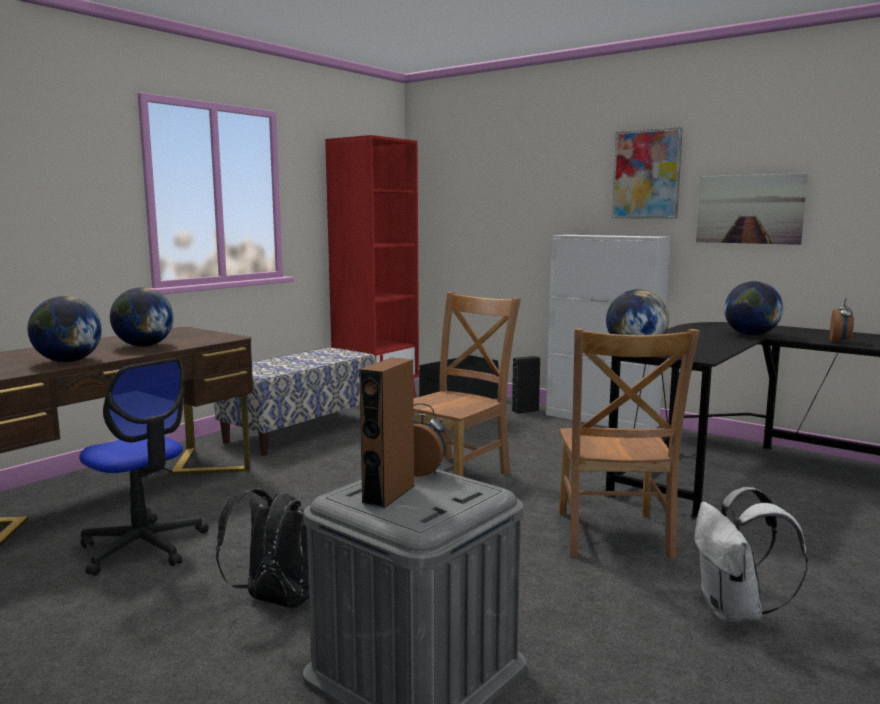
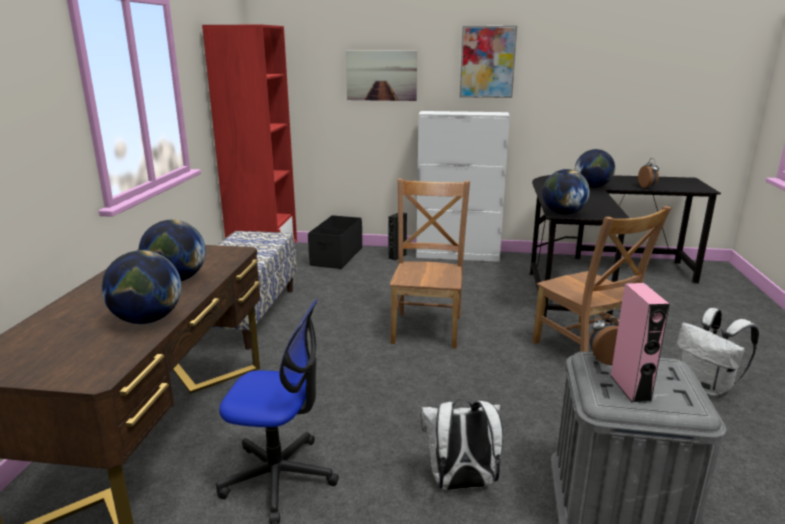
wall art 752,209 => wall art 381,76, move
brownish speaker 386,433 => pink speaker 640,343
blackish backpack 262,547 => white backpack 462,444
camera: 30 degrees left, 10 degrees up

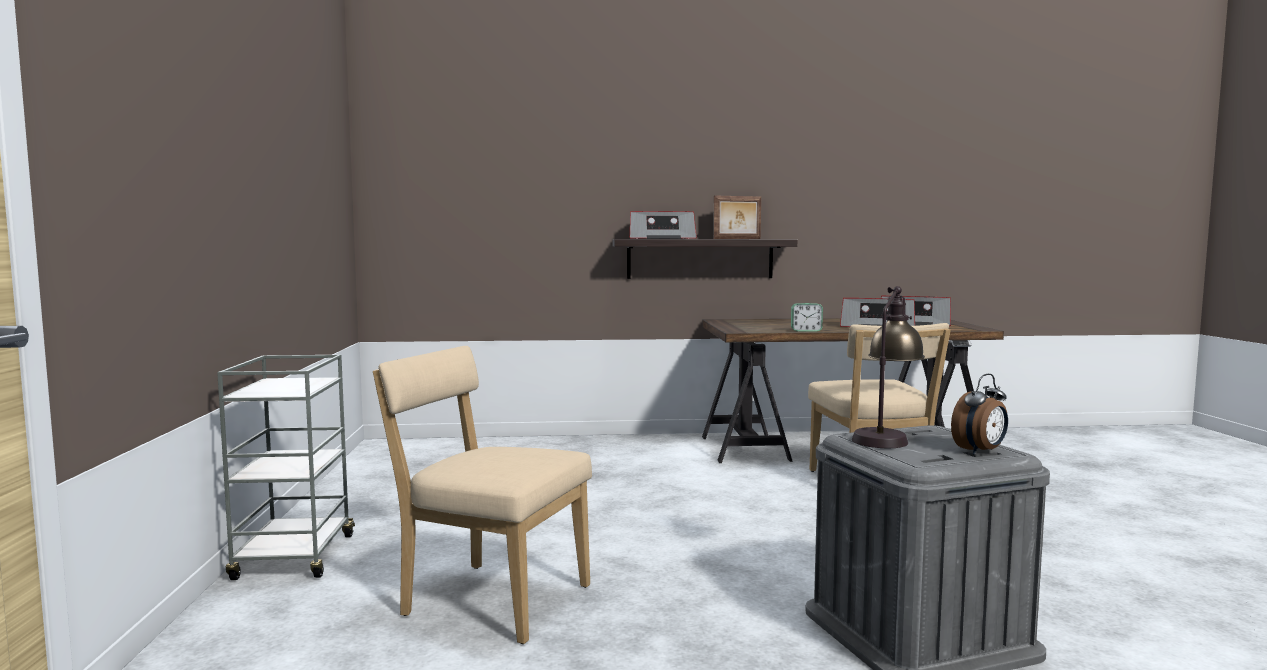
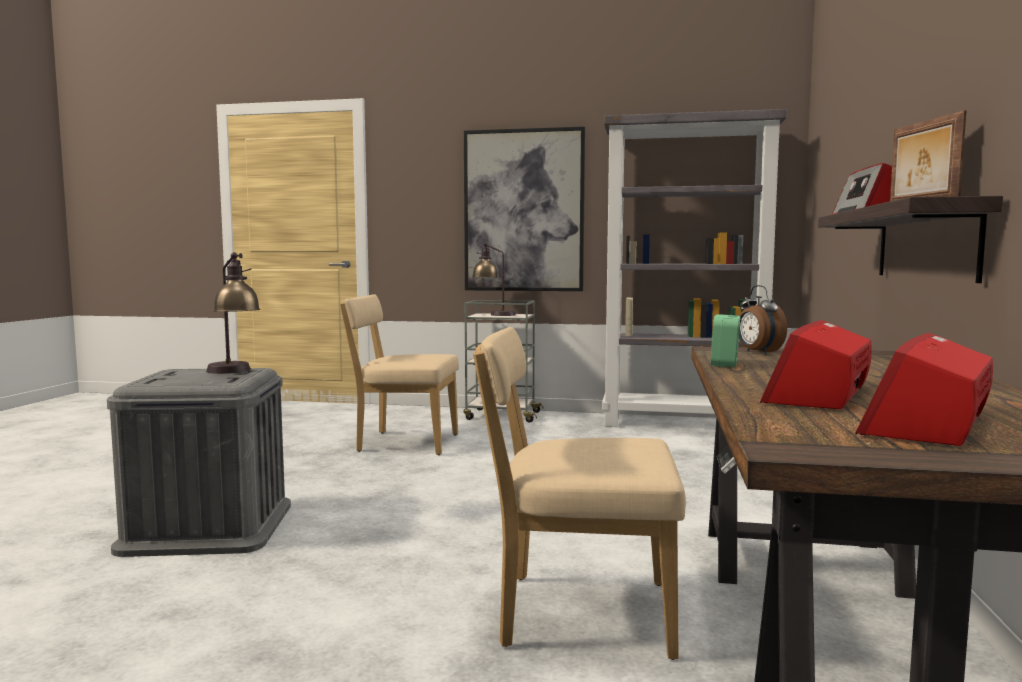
sand-coloured upright chair 482,495 => sand-coloured upright chair 399,374, 120 degrees counterclockwise
alarm clock 979,414 => alarm clock 763,320, move
nothing => grey shelving unit 694,268
nothing => wall art 524,208
nothing => table lamp 494,279
camera: 105 degrees right, 0 degrees up

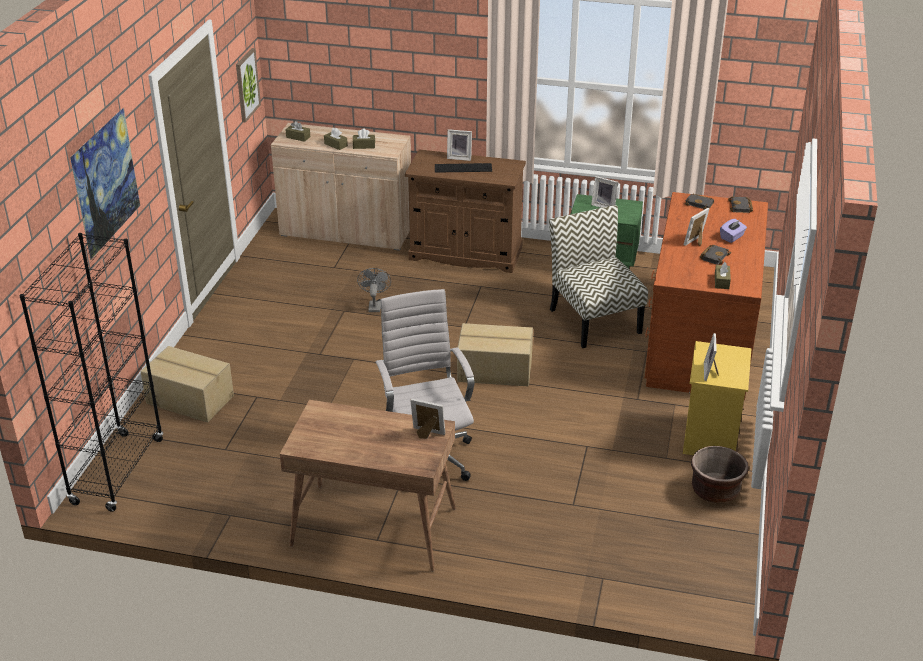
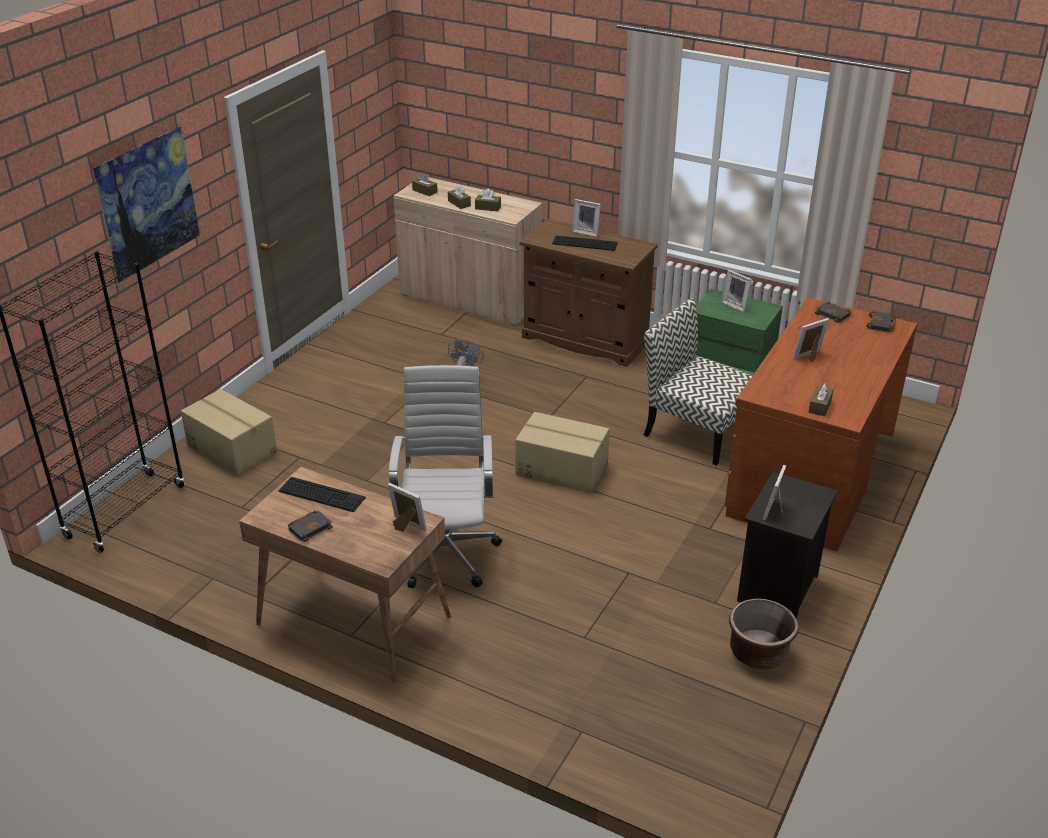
wall art 248,85 => nothing
upright chair 598,276 => upright chair 698,382, 45 degrees counterclockwise
purple tissue holder 733,231 => nothing
blackish bound book 715,255 => blackish bound book 310,526, move
yellow night table 717,398 => blackish night table 787,545
nothing => computer keyboard 321,494
camera: 15 degrees right, 0 degrees up

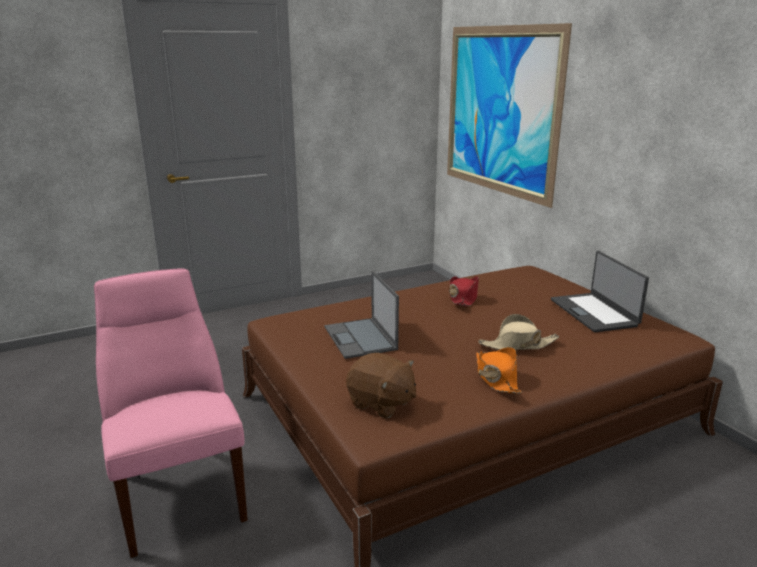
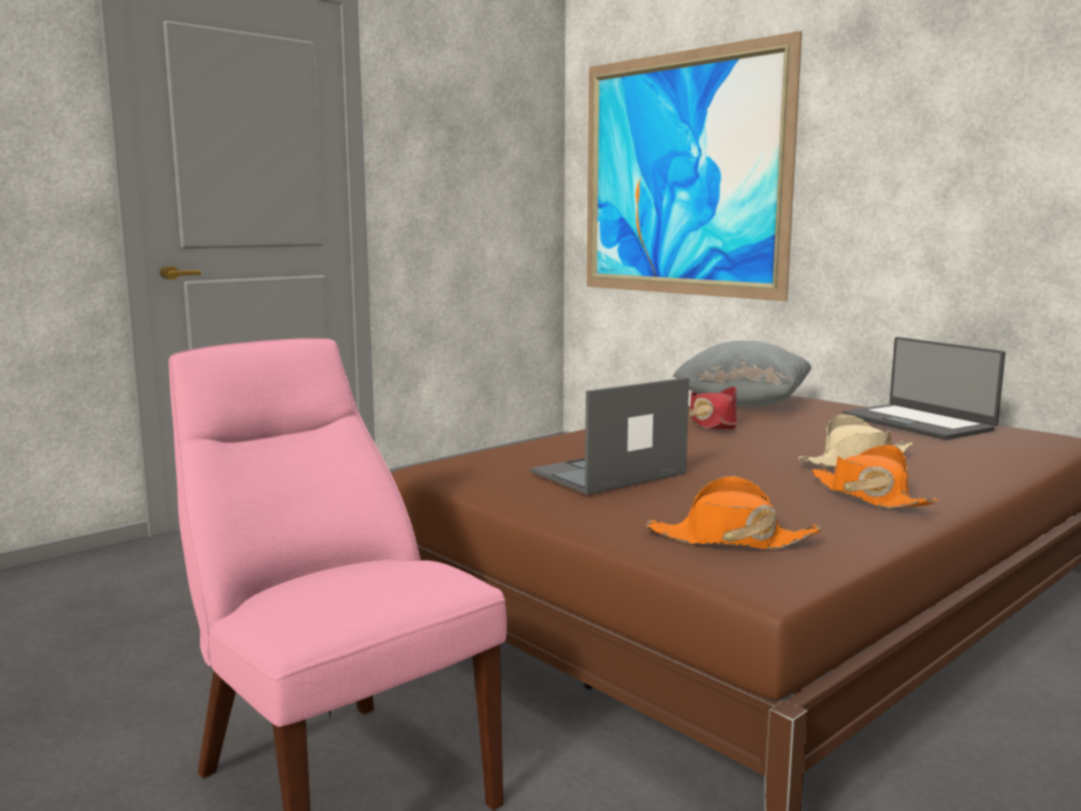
notebook computer 362,315 => notebook computer 610,436, 90 degrees clockwise
brownish soft toy 381,385 => orangey wearable hat 733,512
nothing => grey pillow 742,374
camera: 15 degrees left, 10 degrees down

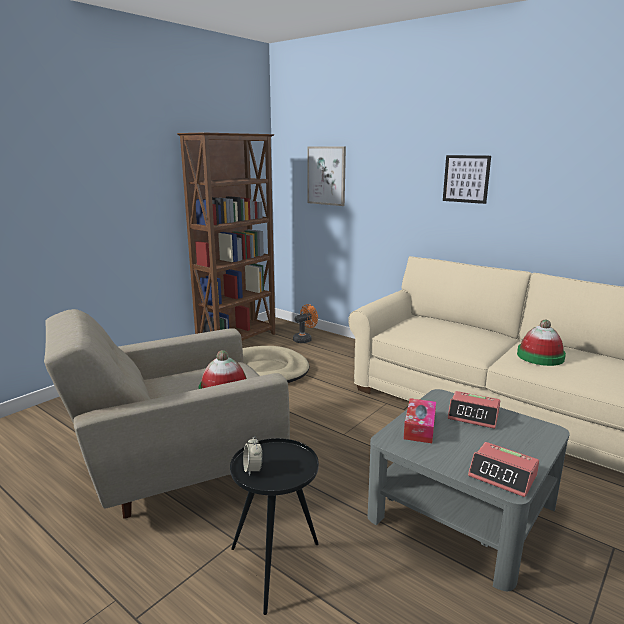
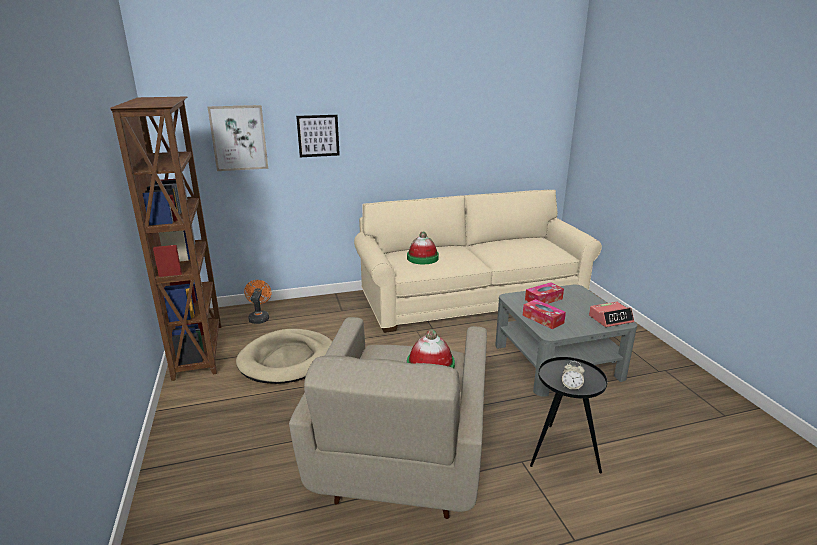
wall art 467,179 => wall art 318,136, move
wearable hat 541,343 => wearable hat 423,248, move
alarm clock 474,410 => tissue holder 544,293
camera: 55 degrees left, 5 degrees up

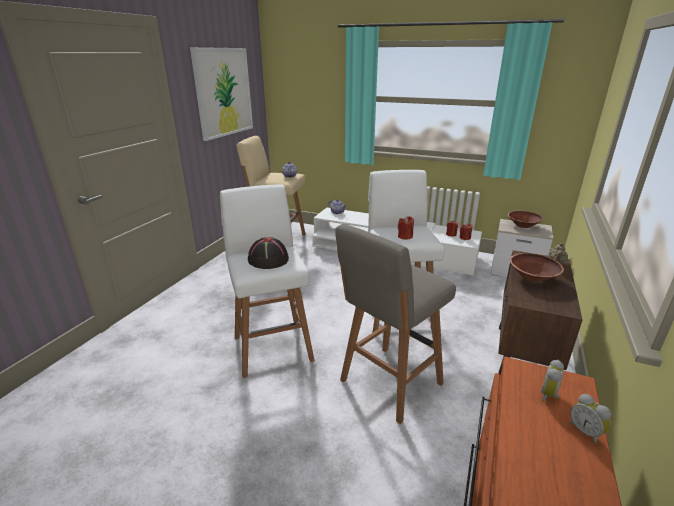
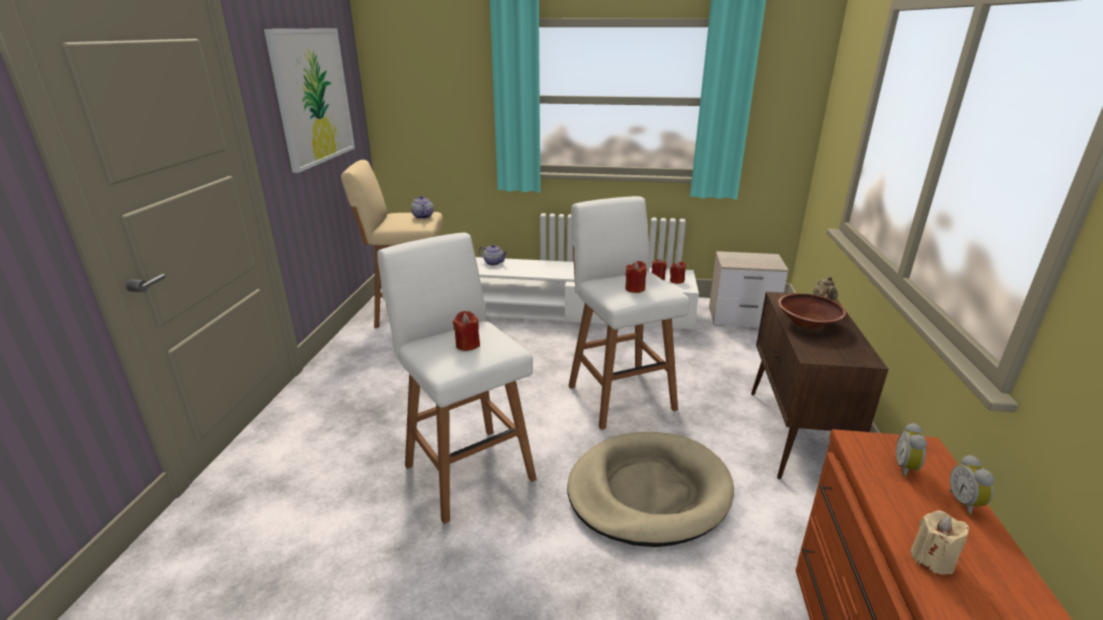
brownish deep dish 526,219 => nothing
grey stool 395,324 => sand-coloured dog bed 650,489
blackish wearable hat 268,253 => reddish candle 466,331
alarm clock 590,419 => alarm clock 971,485, 45 degrees clockwise
nothing => sand-coloured candle 940,542
camera: 15 degrees left, 0 degrees up

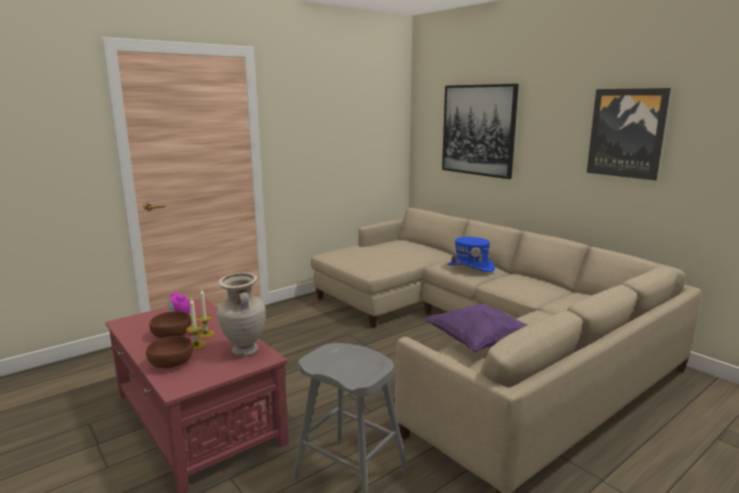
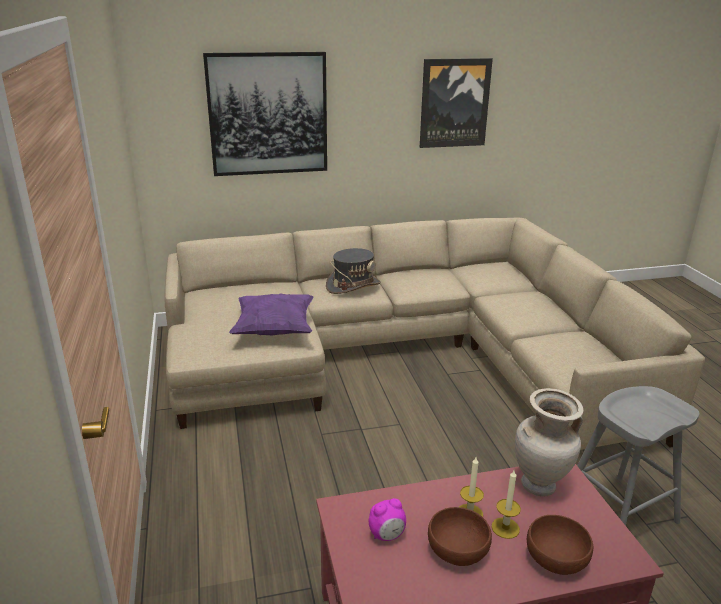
bluish wearable hat 471,254 => grey wearable hat 353,271
purple pillow 476,328 => purple pillow 271,315, move
camera: 65 degrees left, 10 degrees up

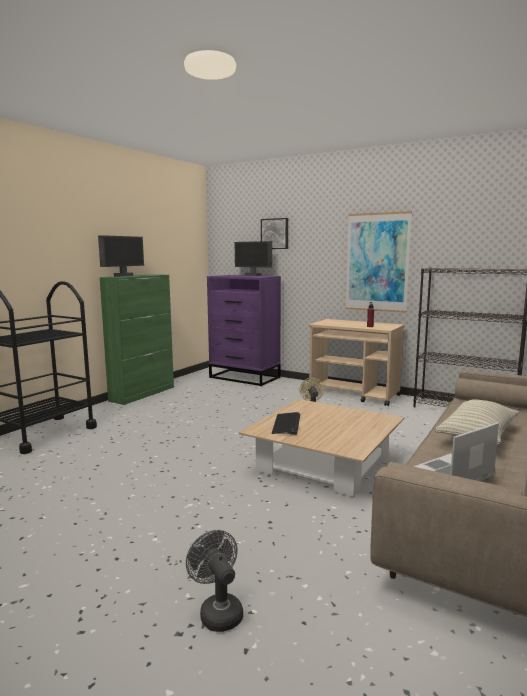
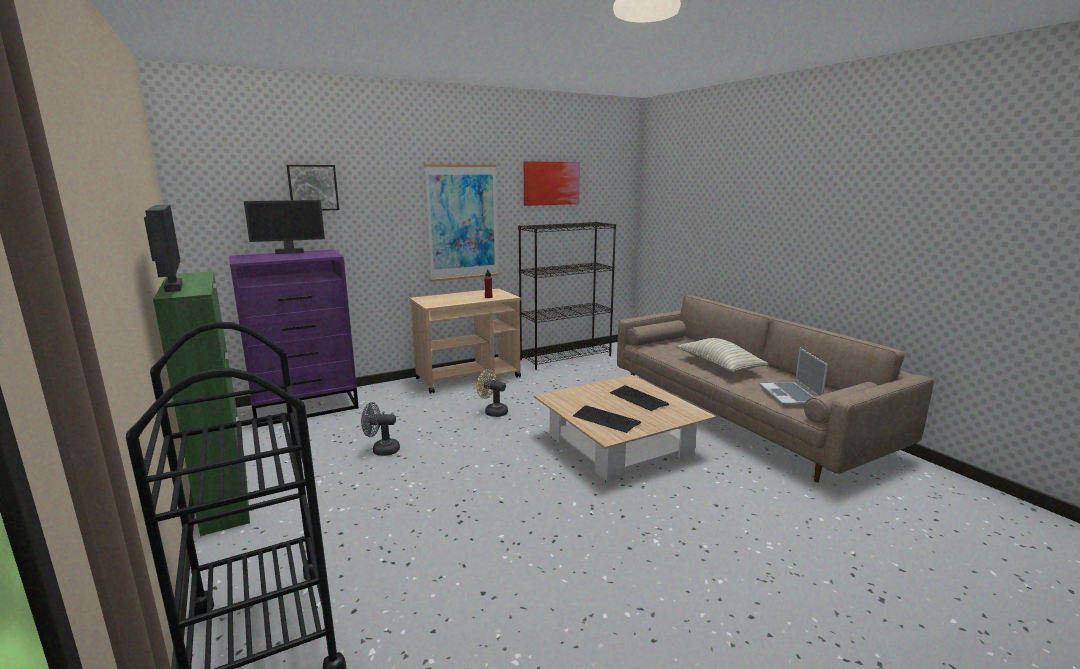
grey cooling fan 214,581 => grey cooling fan 380,429, move
nothing => wall art 552,183
nothing => computer keyboard 639,398
camera: 60 degrees left, 5 degrees up

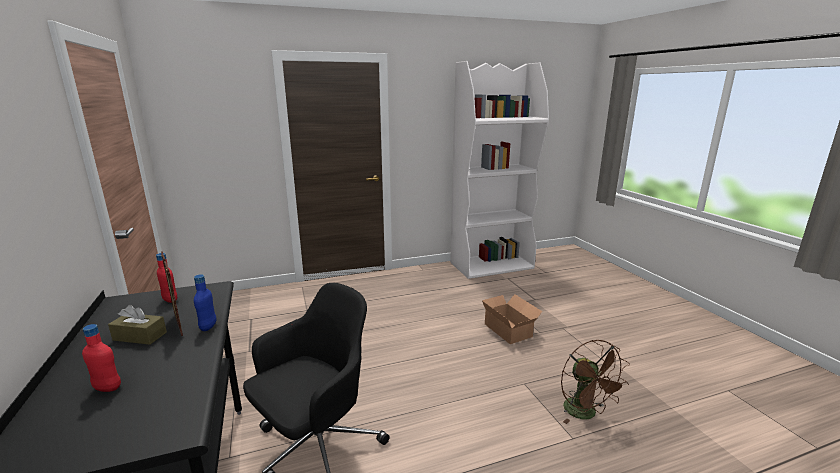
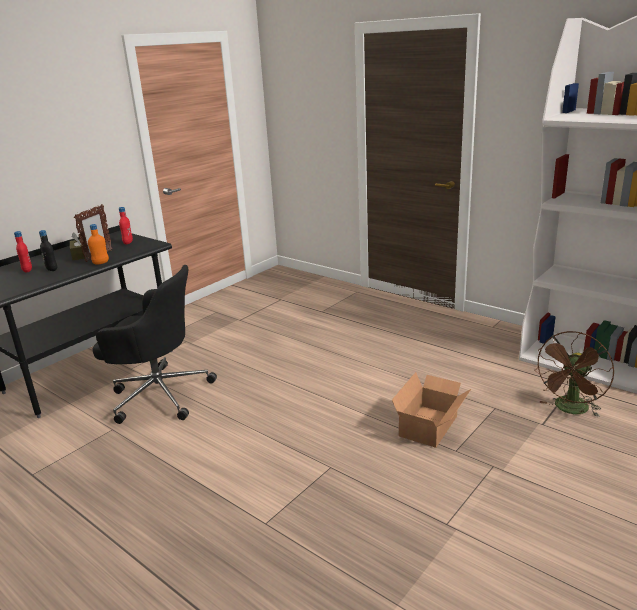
bluish drink bottle 205,302 => orangey drink bottle 98,244
brownish cooling fan 595,382 => brownish cooling fan 574,374, move
nothing => blackish drink bottle 48,250
camera: 60 degrees right, 5 degrees up

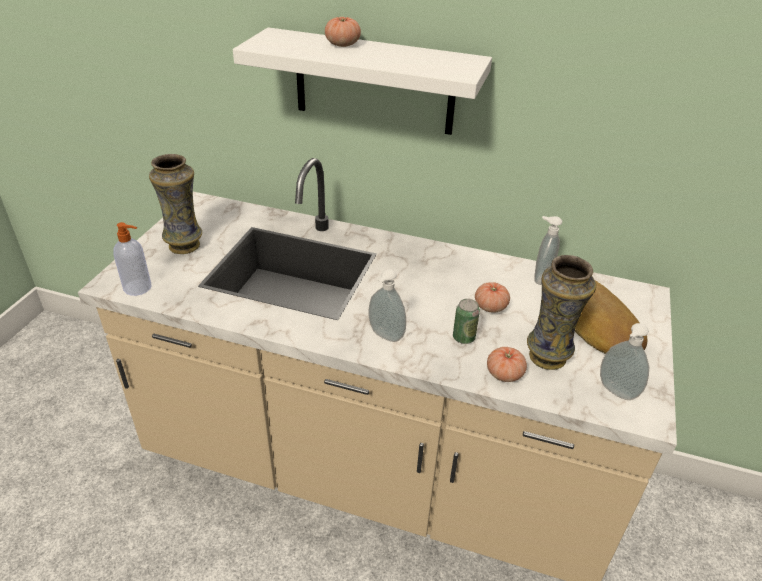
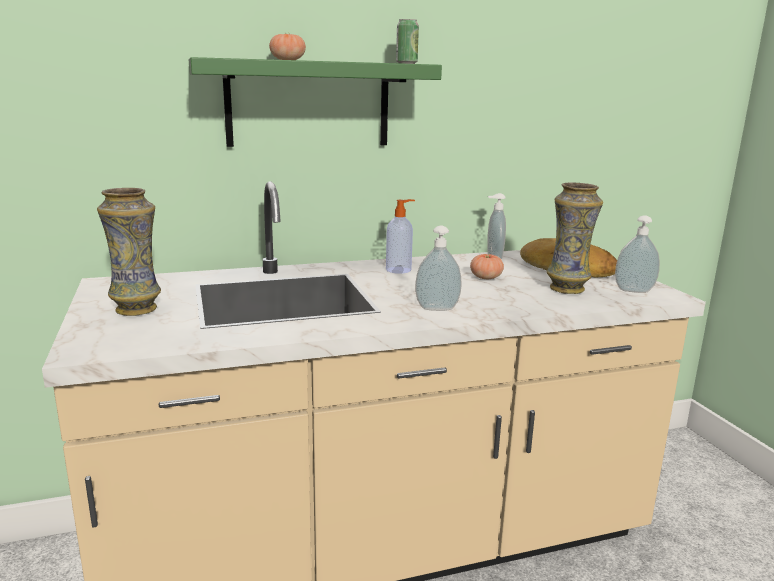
white bracket shelf 362,81 => greenish bracket shelf 315,102
liquid soap bottle 132,259 => liquid soap bottle 400,236, move
metal can 466,321 => metal can 407,41, move
whole tomato 507,364 => nothing
camera: 35 degrees left, 20 degrees down

